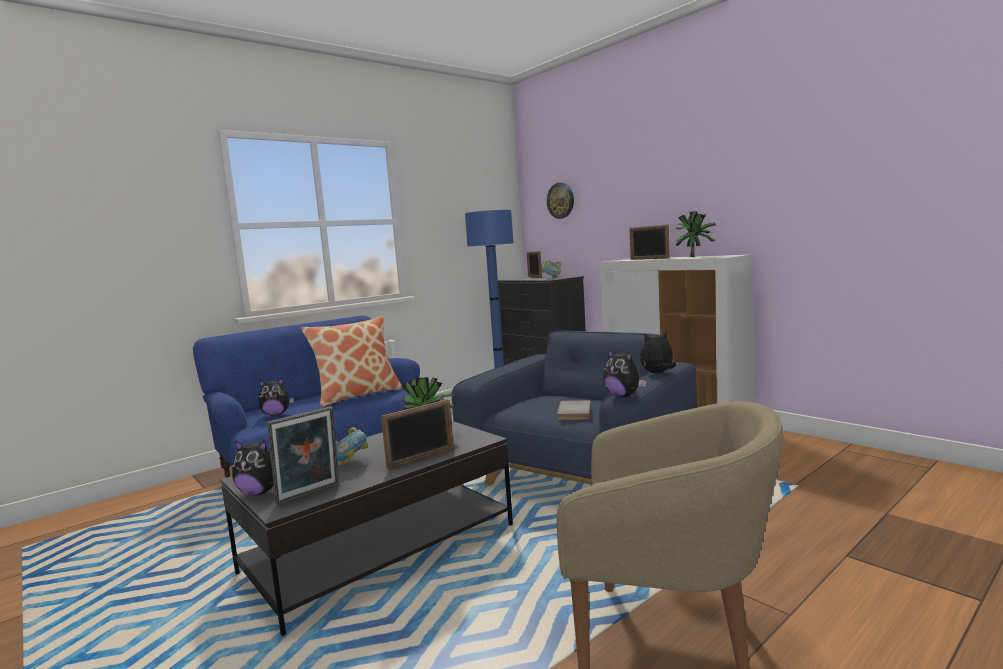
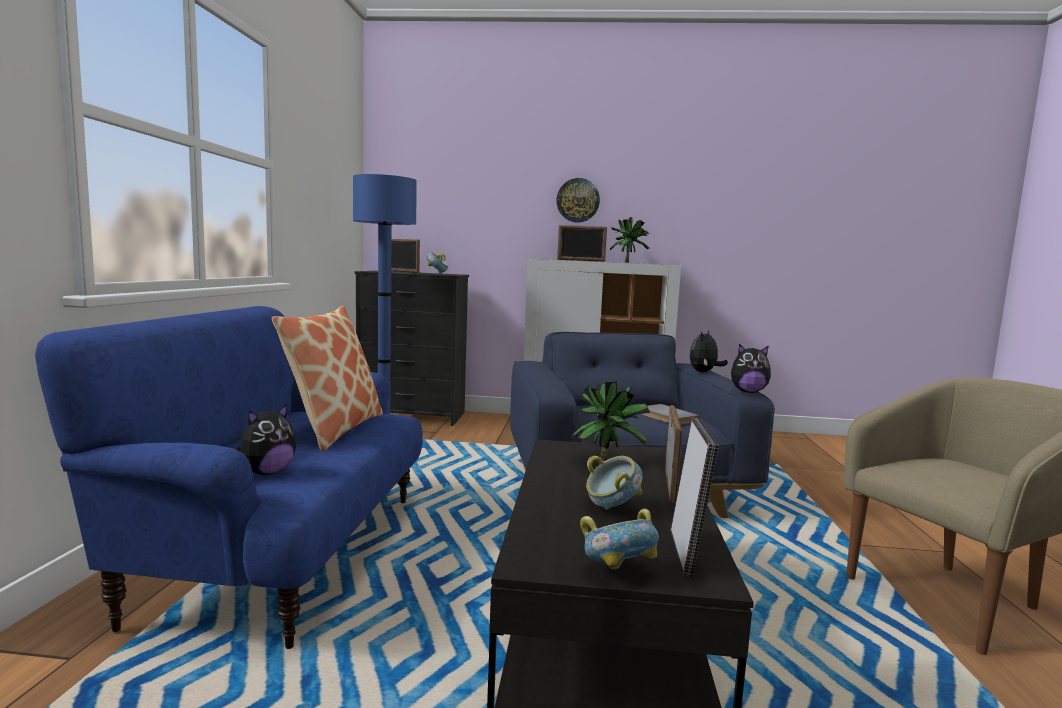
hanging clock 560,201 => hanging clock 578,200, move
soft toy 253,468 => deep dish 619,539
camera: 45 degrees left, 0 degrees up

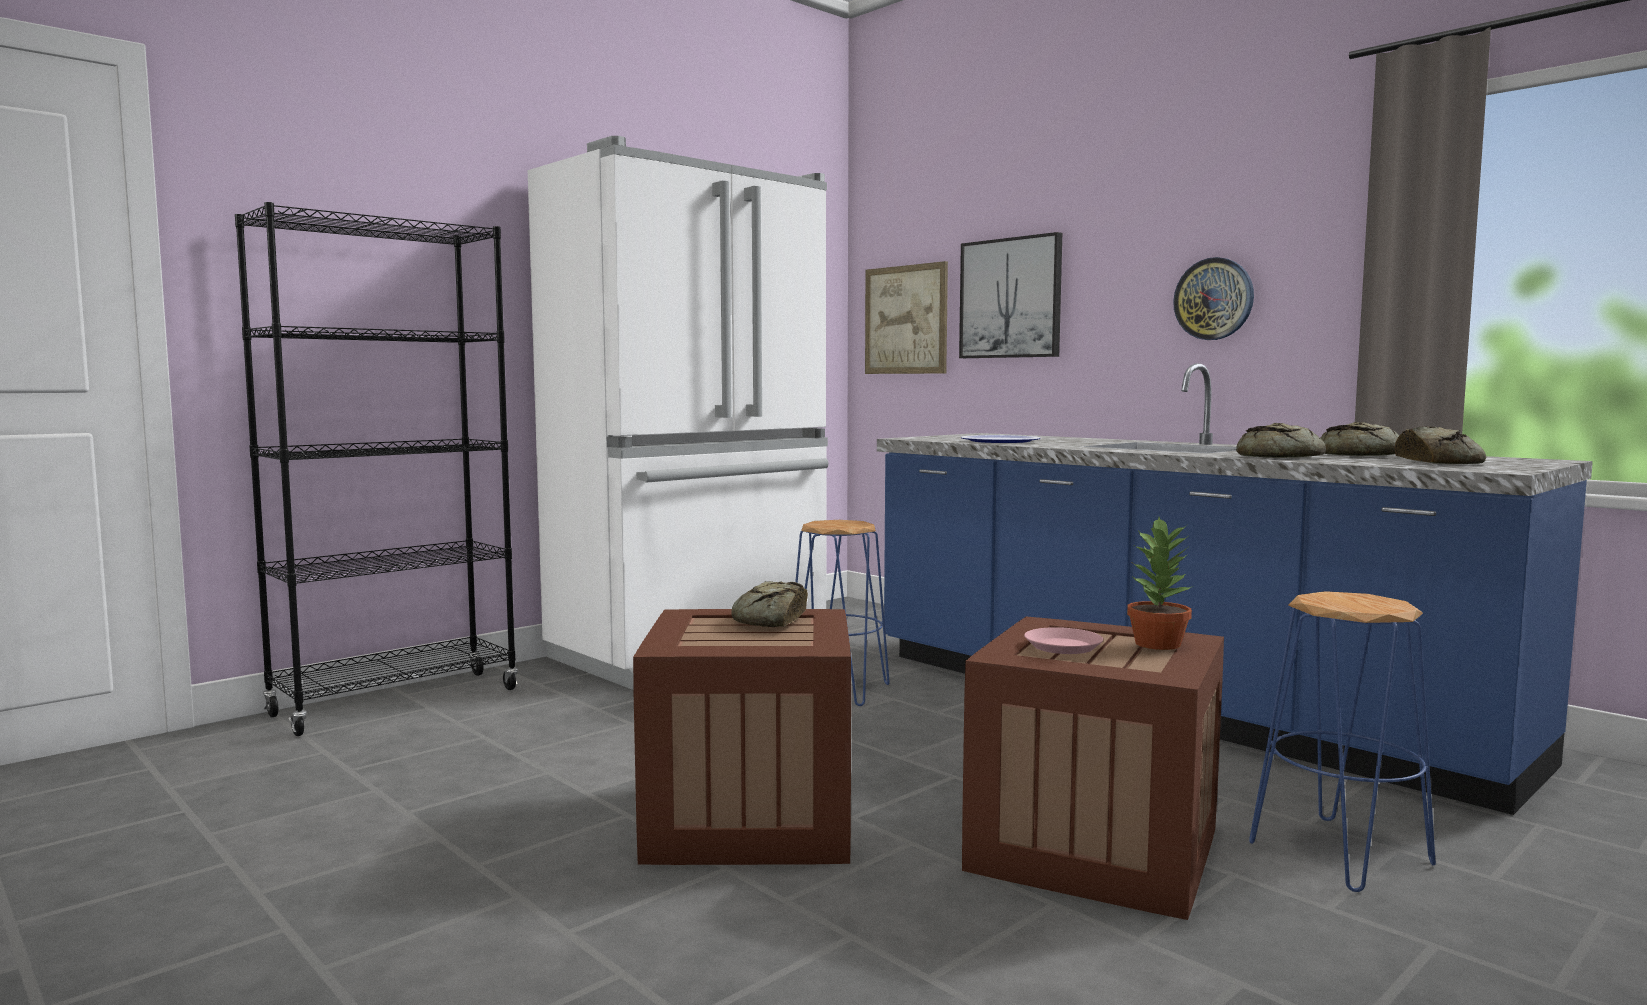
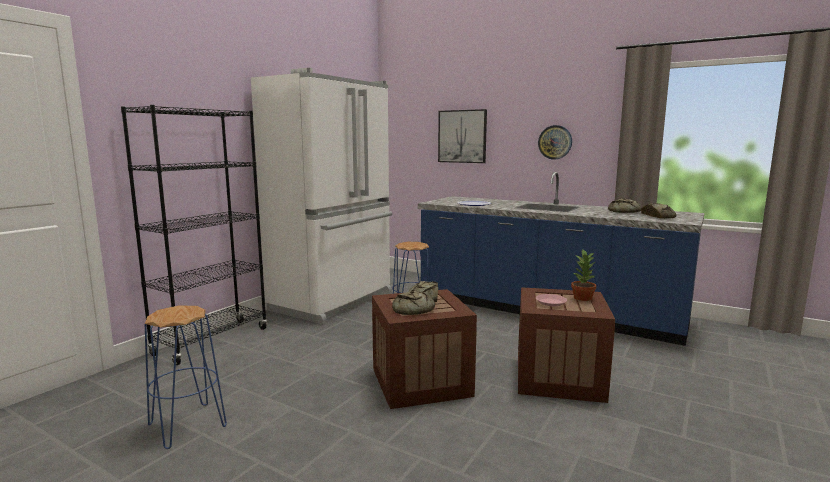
wall art 906,317 => nothing
bakery bread 1281,440 => bakery bread 413,302, move
bluish stool 1342,741 => bluish stool 186,377, move
camera: 15 degrees left, 5 degrees up

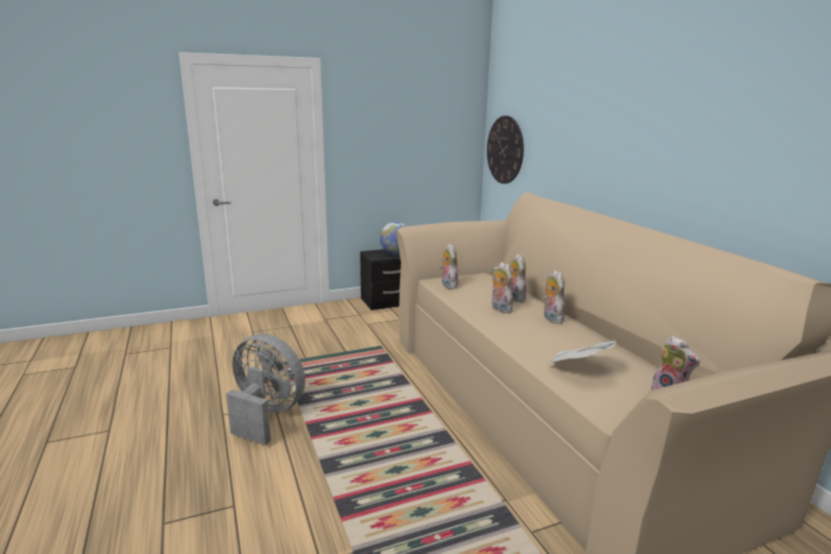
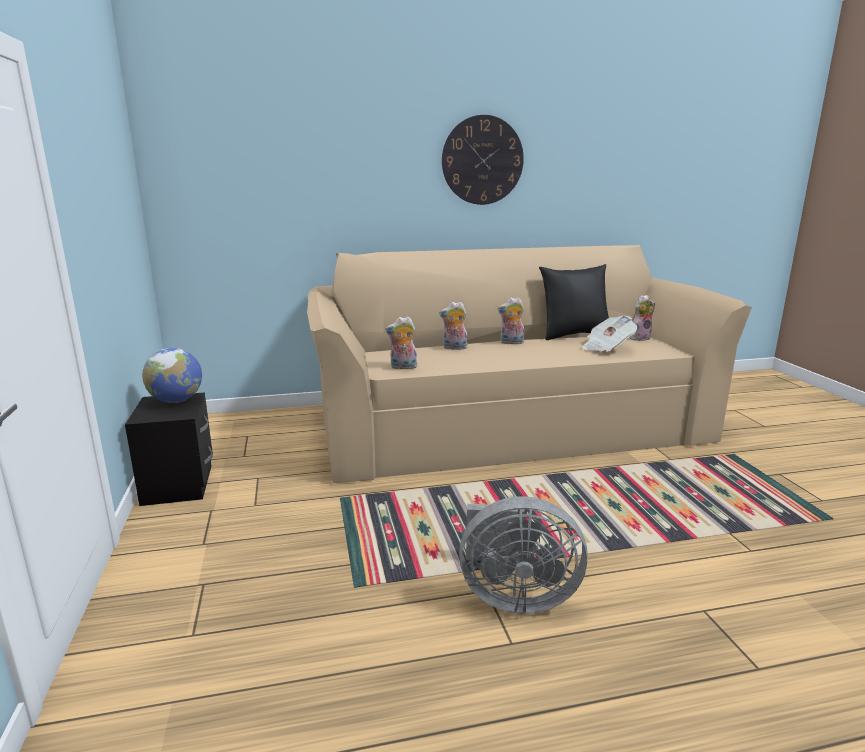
hanging clock 505,150 => hanging clock 483,160, move
soft toy 502,287 => nothing
grey cooling fan 265,389 => grey cooling fan 523,555, 120 degrees counterclockwise
nothing => blackish pillow 574,302
camera: 80 degrees left, 0 degrees up

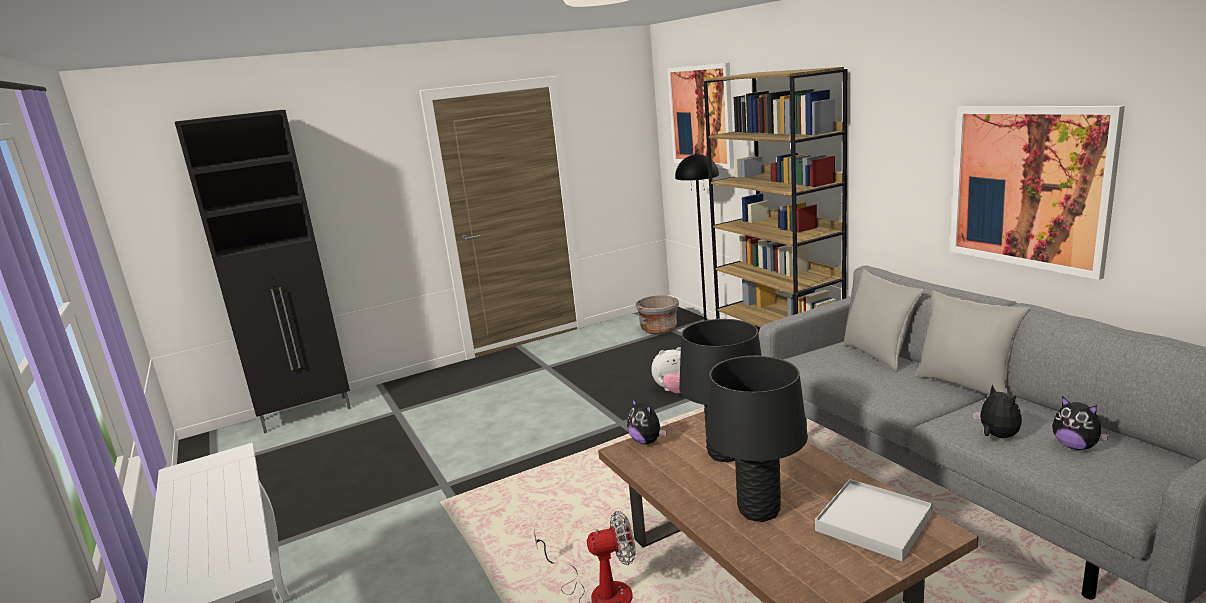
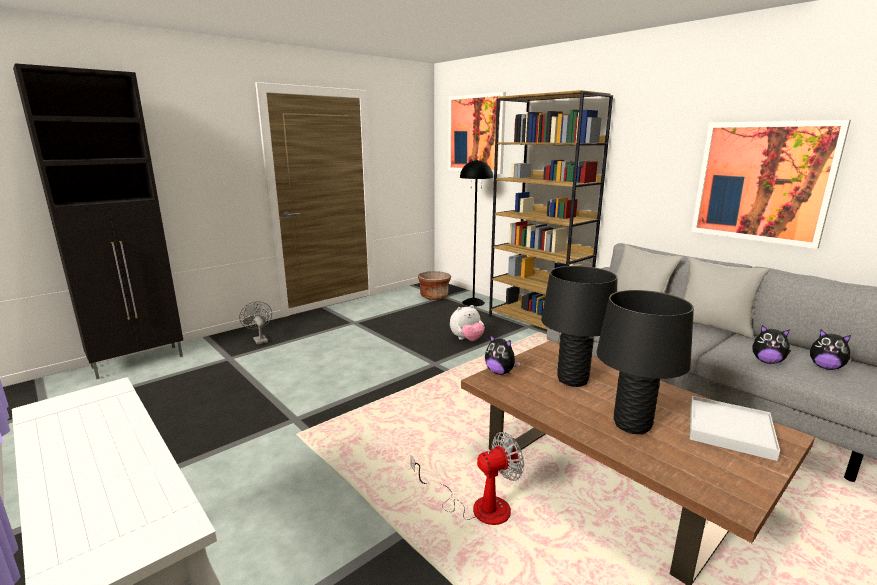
grey planter 657,315 => brownish planter 434,285
soft toy 997,411 => soft toy 771,344, 150 degrees clockwise
nothing => grey cooling fan 255,323
camera: 15 degrees left, 0 degrees up

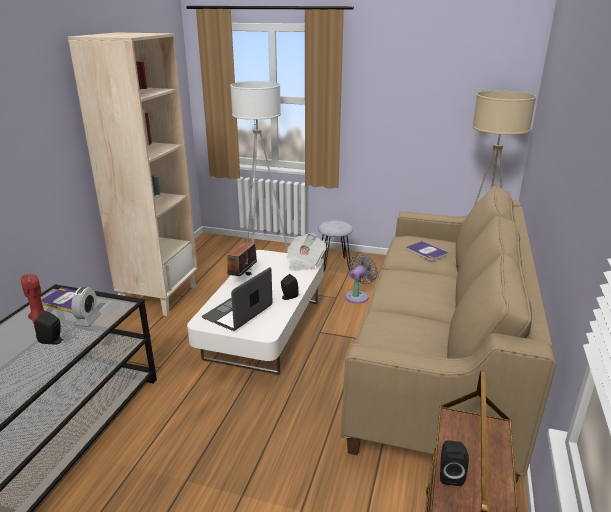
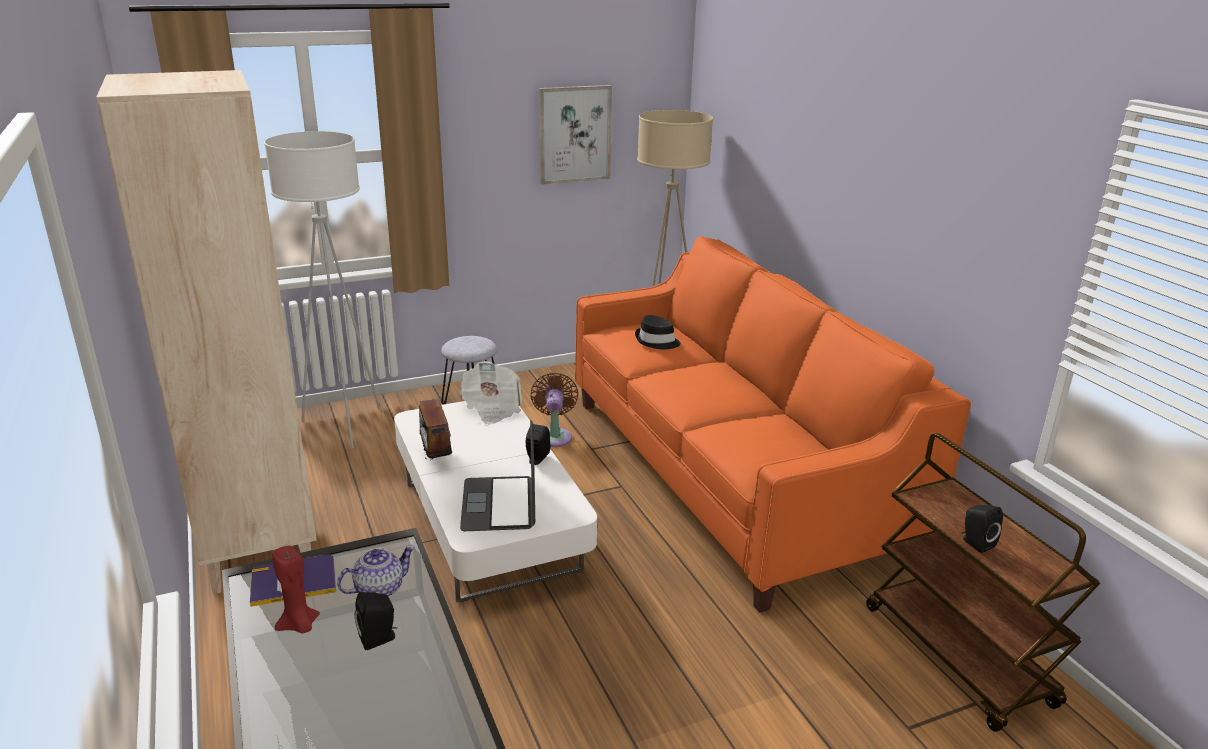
sand-coloured couch 448,335 => orangey couch 773,424
bound book 427,251 => blackish wearable hat 658,332
grey cooling fan 361,279 => brownish cooling fan 554,409
alarm clock 86,306 => tea pot 376,571
nothing => wall art 575,135
camera: 40 degrees left, 0 degrees up

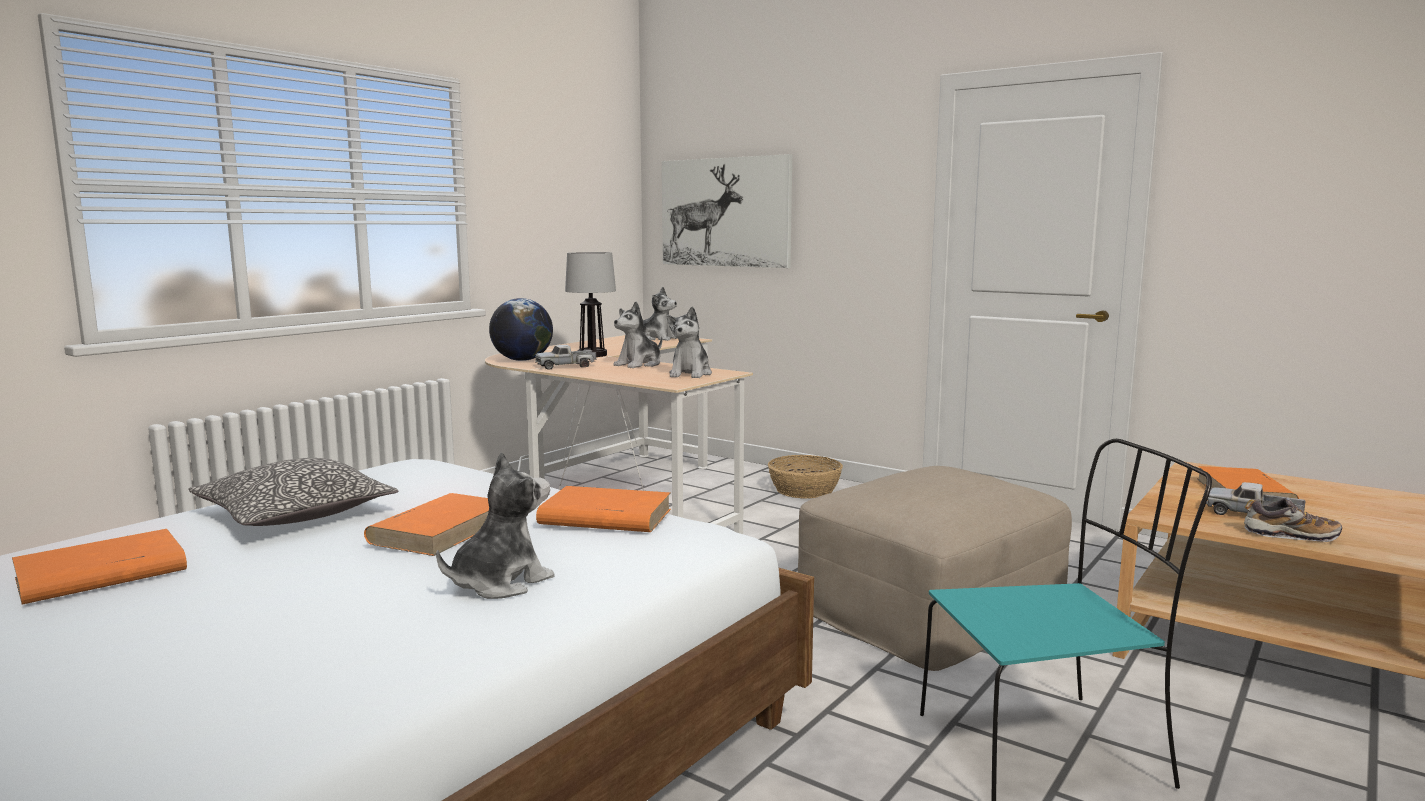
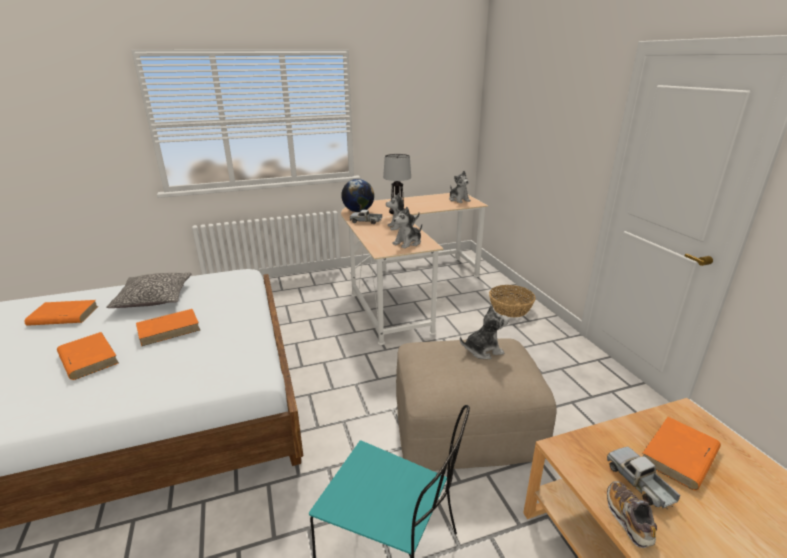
wall art 727,211 => nothing
soft toy 495,525 => soft toy 484,332, move
orangey bound book 603,509 => orangey bound book 88,356, move
shoe 1293,520 => shoe 632,514, 150 degrees counterclockwise
camera: 35 degrees right, 15 degrees up

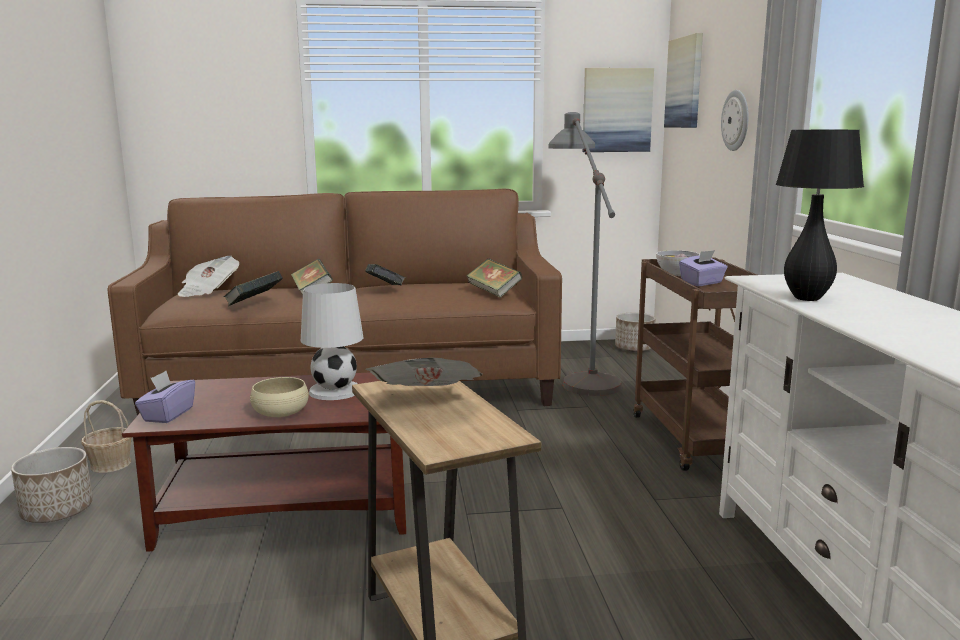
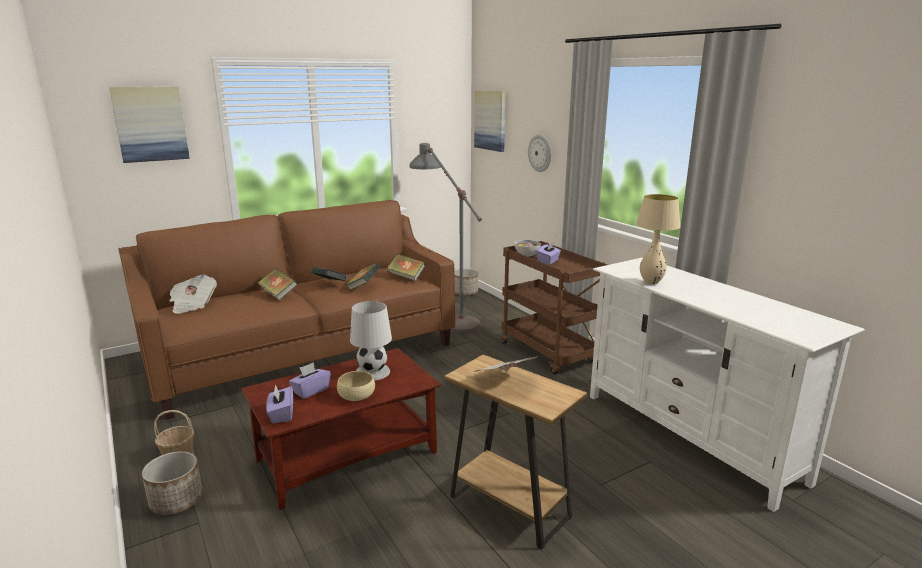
wall art 618,110 => wall art 149,125, move
blackish table lamp 820,215 => sand-coloured table lamp 658,239
bound book 253,288 => bound book 363,277, move
nothing => purple tissue holder 310,380
camera: 25 degrees left, 5 degrees up

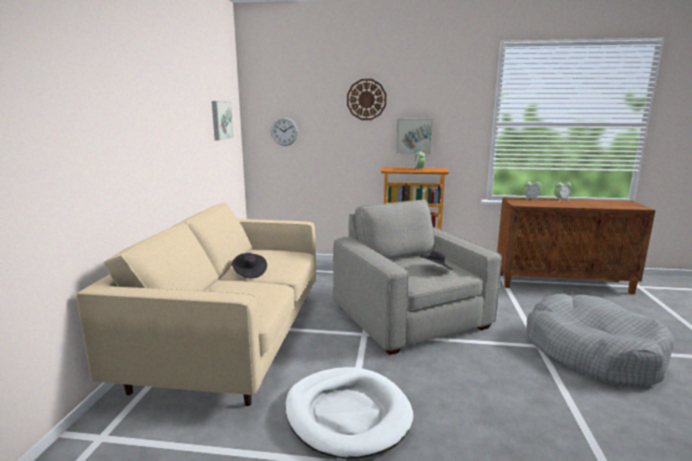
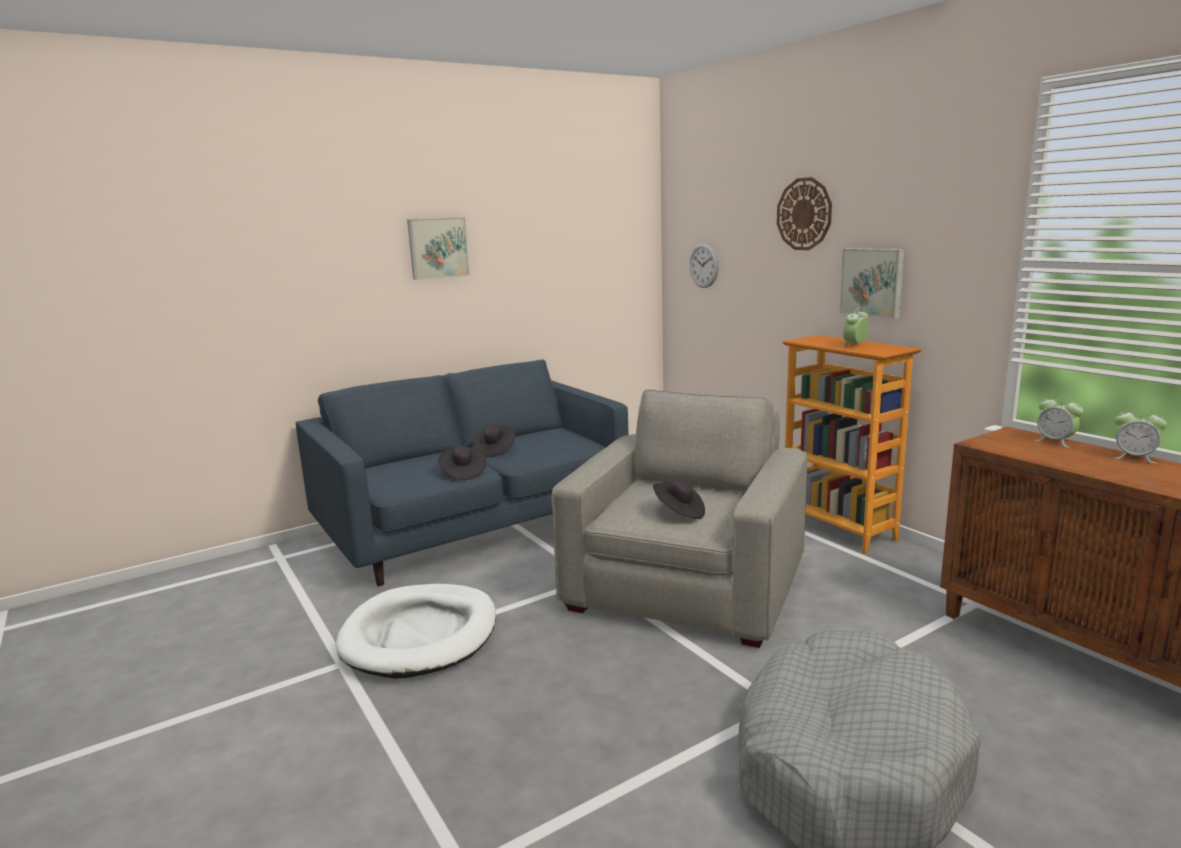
wall art 223,121 => wall art 438,248, move
sand-coloured couch 196,304 => bluish couch 462,472
nothing => blackish wearable hat 462,462
camera: 50 degrees right, 0 degrees up

